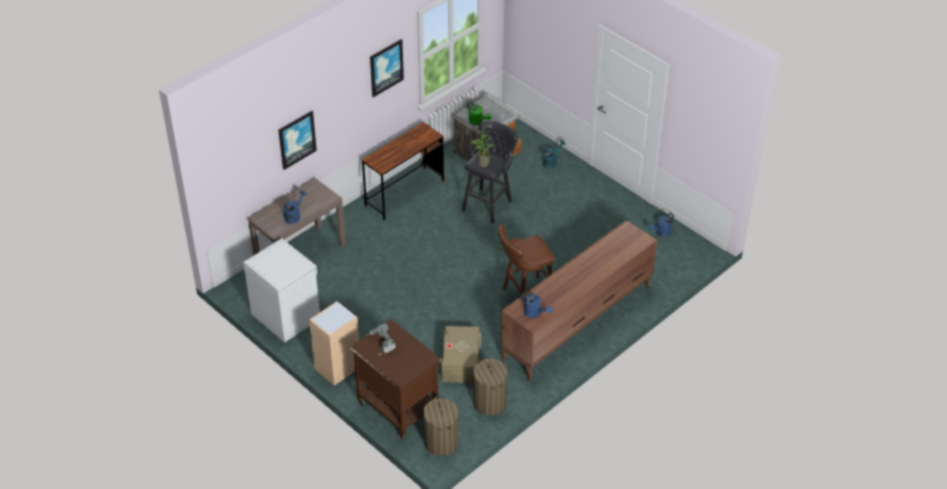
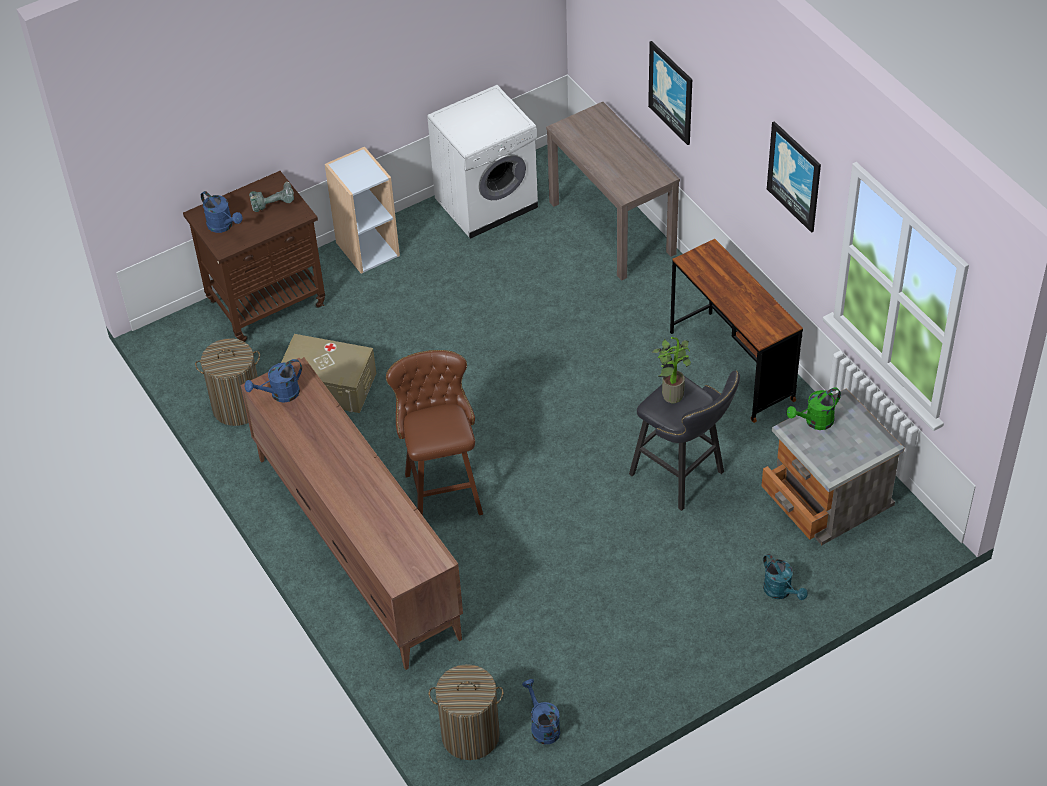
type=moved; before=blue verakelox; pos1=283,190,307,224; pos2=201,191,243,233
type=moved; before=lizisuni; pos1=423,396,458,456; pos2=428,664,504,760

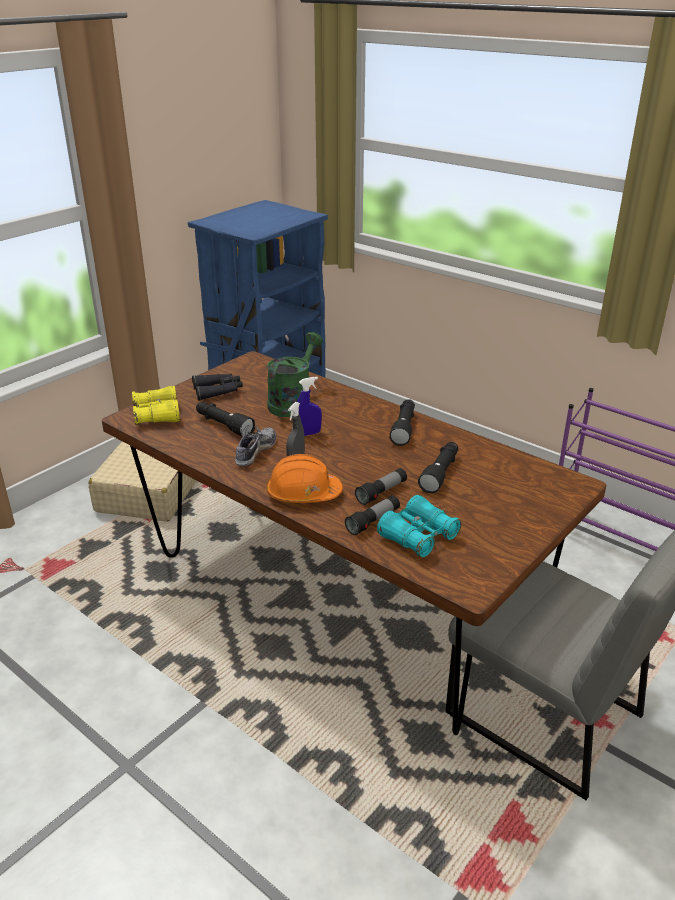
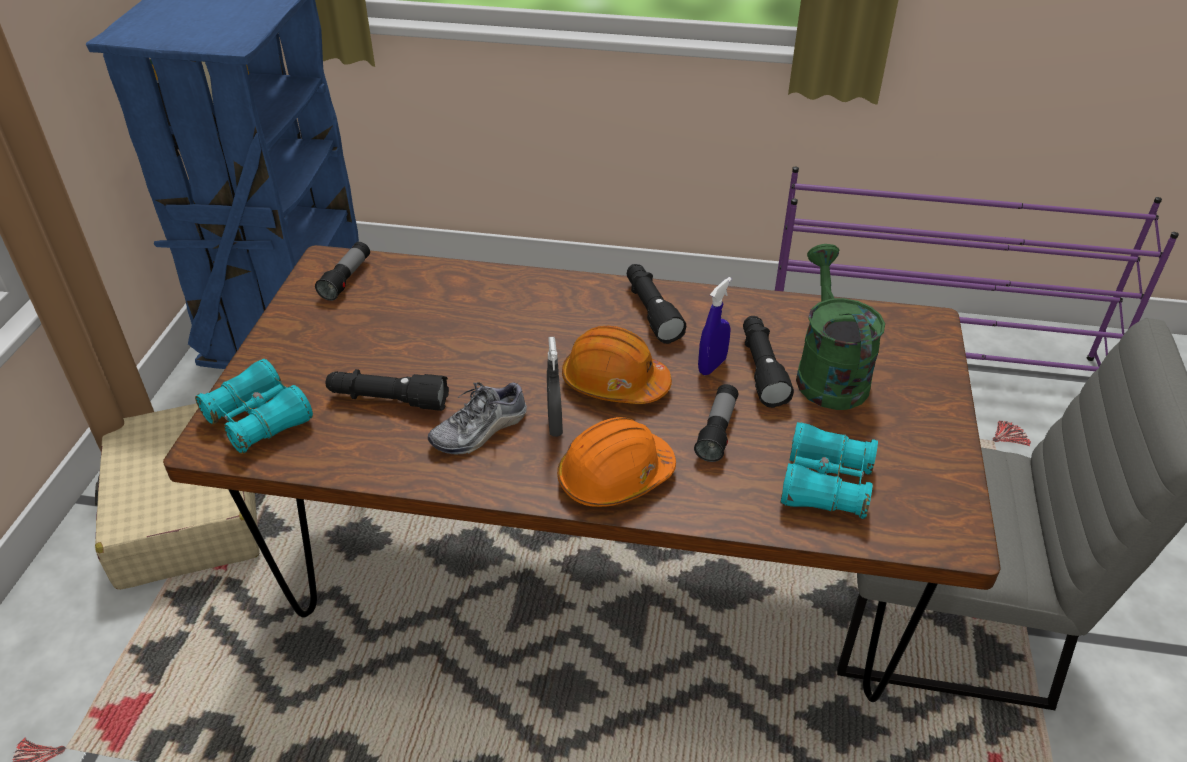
type=removed; before=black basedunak; pos1=192,374,243,400
type=added; after=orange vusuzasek; pos2=562,326,672,404
type=moved; before=green verakelox; pos1=267,332,323,417; pos2=796,244,885,410
type=moved; before=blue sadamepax; pos1=297,377,322,436; pos2=698,277,732,375
type=moved; before=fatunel; pos1=345,495,400,535; pos2=315,242,370,301
type=recoloured; before=yellow basedunak; after=turquoise basedunak; pos1=132,386,180,425; pos2=195,359,313,454
type=turned; before=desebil; pos1=235,425,276,467; pos2=428,382,527,455; turn=-120

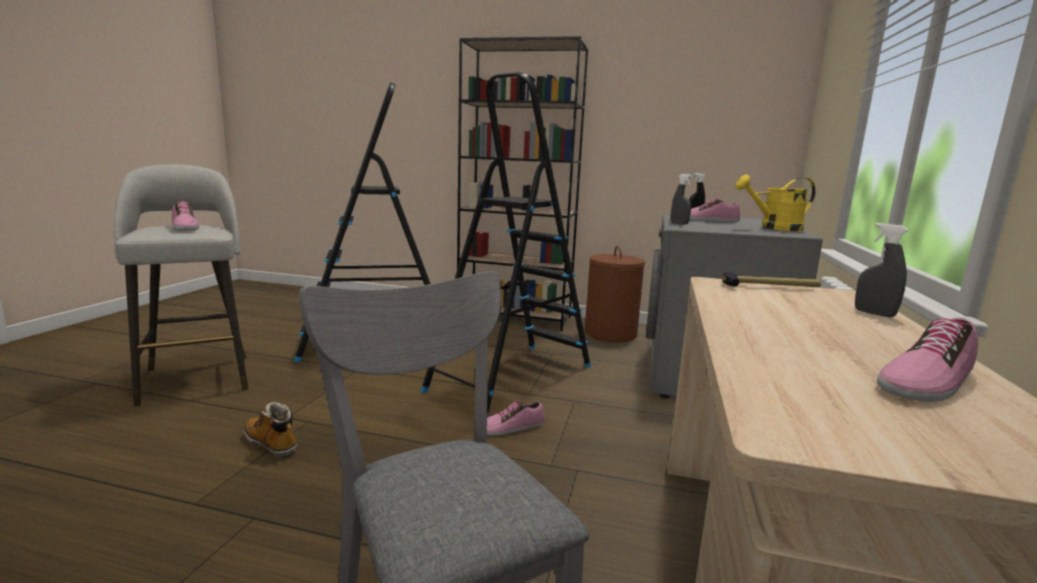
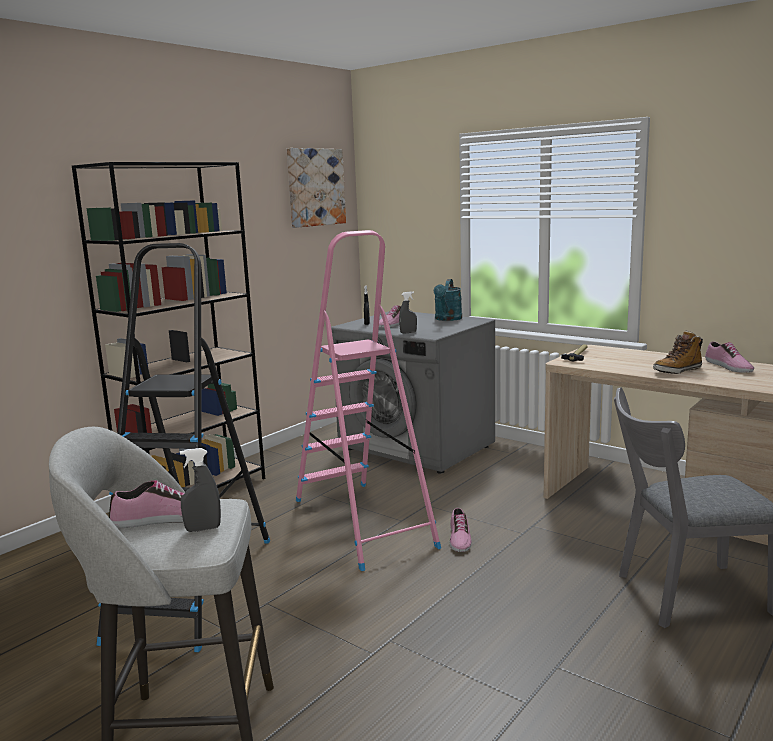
type=removed; before=brown lizisuni; pos1=585,246,645,342
type=added; after=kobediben; pos2=287,148,346,228
type=moved; before=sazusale; pos1=244,401,297,457; pos2=653,330,703,374
type=moved; before=grey sadamepax; pos1=855,223,909,317; pos2=180,448,221,532
type=recoloured; before=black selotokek; after=pink selotokek; pos1=421,72,591,418; pos2=296,230,441,571
type=recoloured; before=yellow verakelox; after=turquoise verakelox; pos1=735,175,816,231; pos2=434,279,462,321

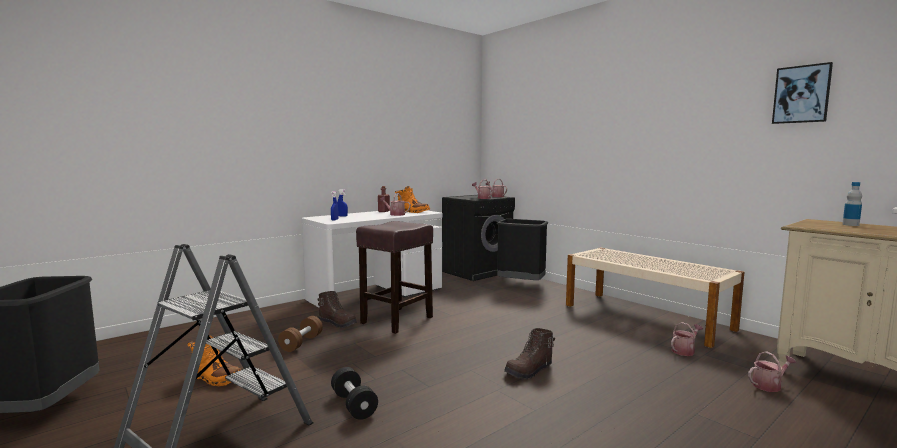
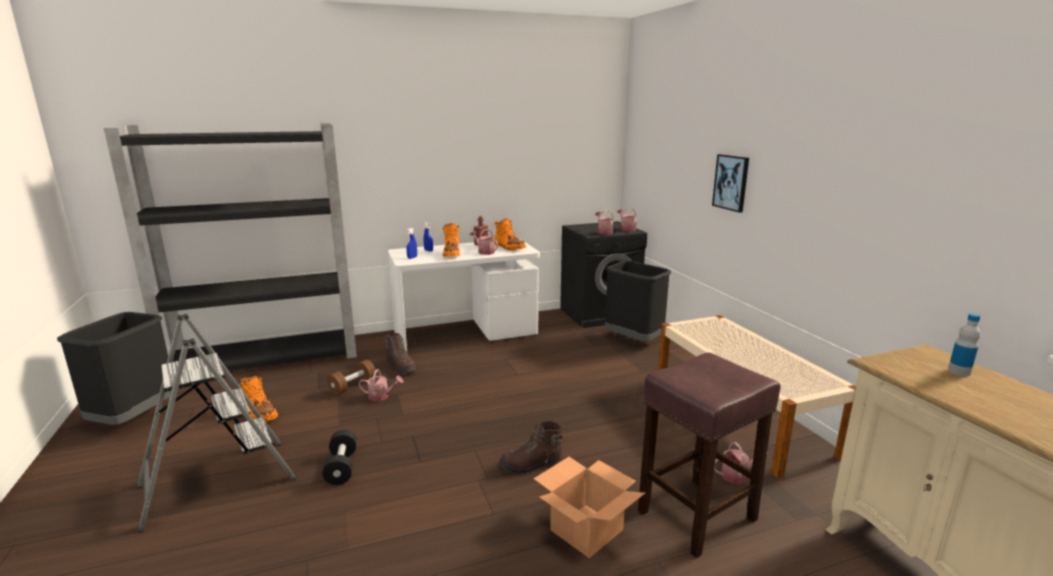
type=added; after=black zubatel; pos2=104,123,357,371
type=added; after=orange sazusale; pos2=442,223,460,258
type=added; after=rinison; pos2=534,457,645,558
type=moved; before=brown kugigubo; pos1=356,221,433,334; pos2=638,353,781,558
type=moved; before=verakelox; pos1=748,351,796,392; pos2=358,369,403,402
type=moved; before=kobediben; pos1=772,62,833,124; pos2=712,154,749,213

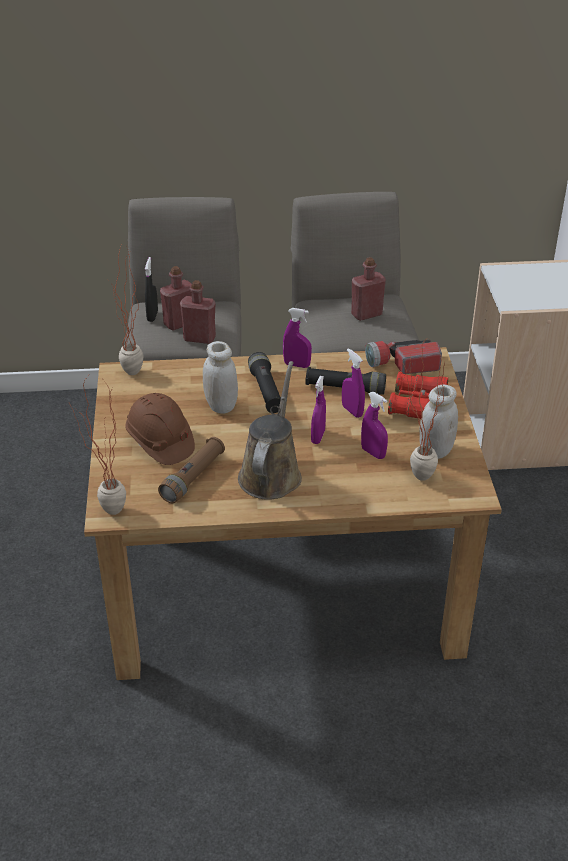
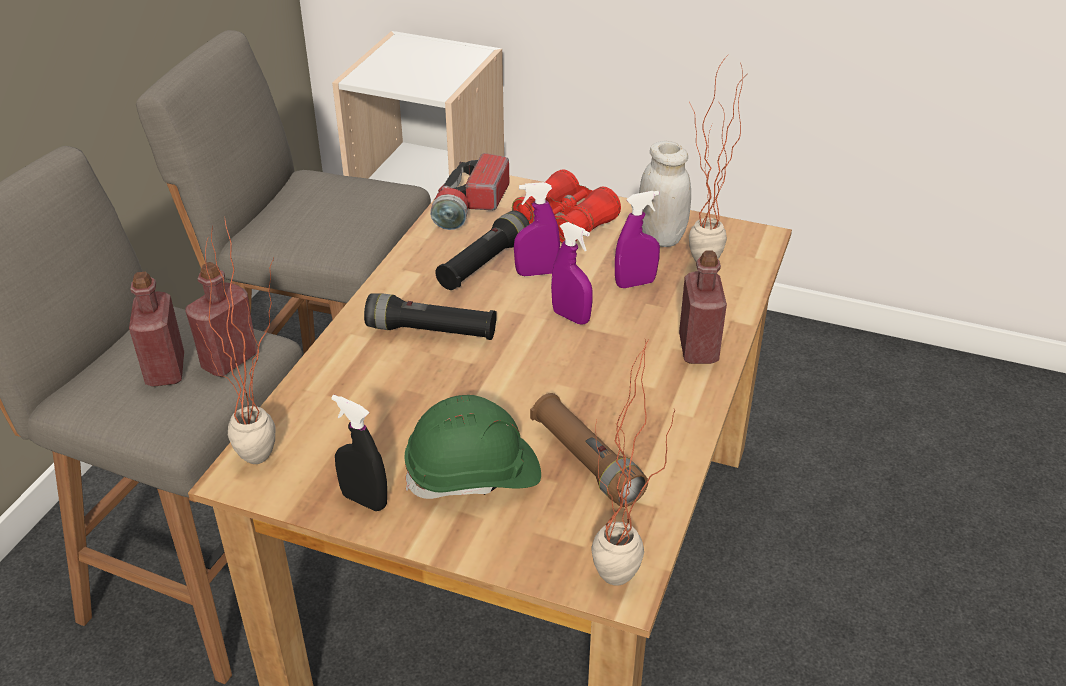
type=removed; before=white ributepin; pos1=203,341,238,414
type=removed; before=brown verakelox; pos1=238,361,302,500
type=removed; before=purple sadamepax; pos1=283,308,312,368
type=moved; before=black sadamepax; pos1=145,257,158,322; pos2=331,395,387,511
type=moved; before=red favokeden; pos1=351,257,386,321; pos2=679,250,727,364
type=recoloured; before=brown vusuzasek; after=green vusuzasek; pos1=125,393,195,465; pos2=405,395,541,499

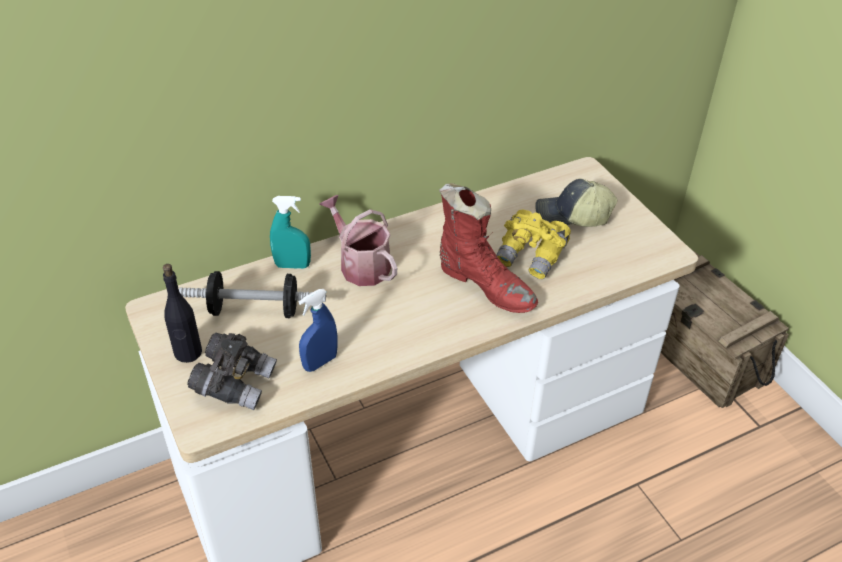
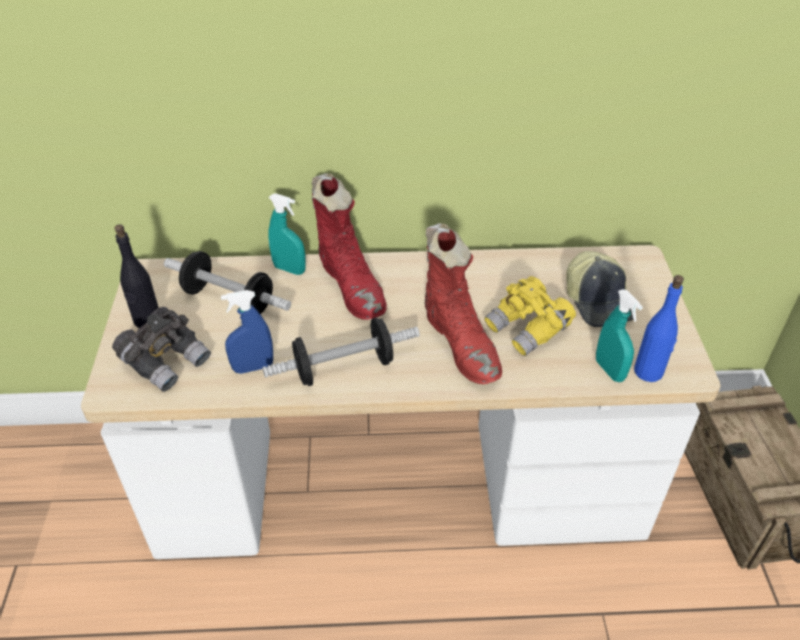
type=added; after=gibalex; pos2=262,318,420,386
type=added; after=turquoise sadamepax; pos2=596,289,643,382
type=added; after=blue favokeden; pos2=634,275,684,382
type=replaced; before=verakelox; after=red sazusale; pos1=319,195,397,286; pos2=312,173,387,320
type=turned; before=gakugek; pos1=535,178,618,227; pos2=566,251,633,327; turn=-135

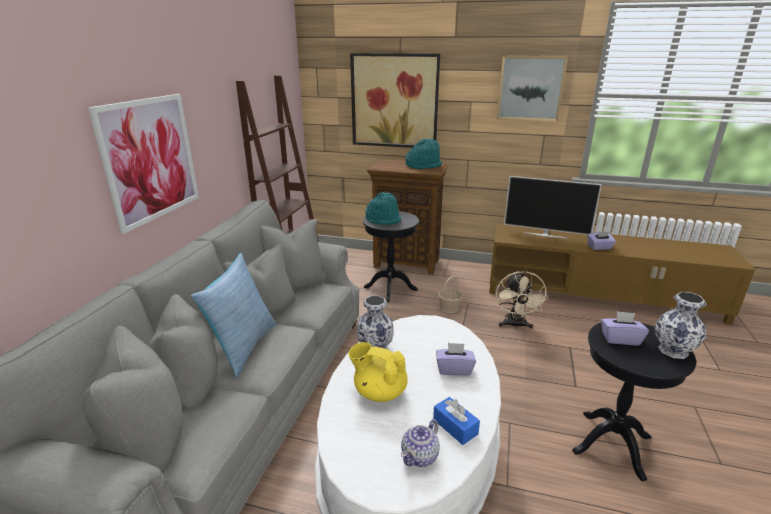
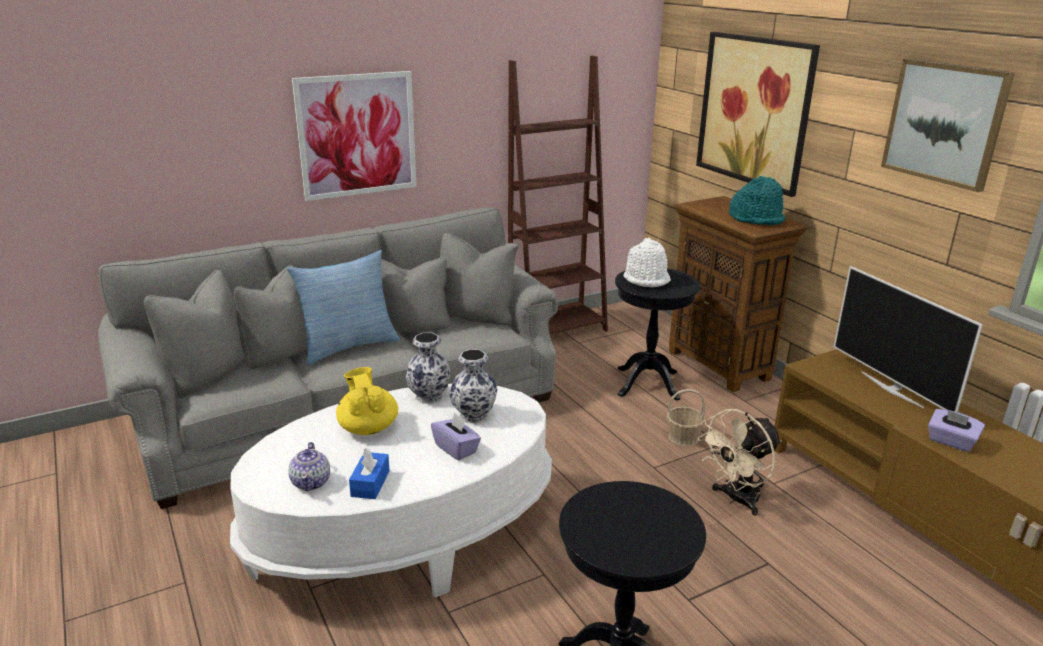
type=removed; before=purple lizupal; pos1=601,311,649,345
type=moved; before=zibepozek; pos1=655,292,707,359; pos2=450,349,498,423
type=recoloured; before=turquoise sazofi; after=white sazofi; pos1=365,192,401,225; pos2=623,238,671,288
type=turned; before=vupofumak; pos1=401,419,440,467; pos2=289,442,330,491; turn=-90

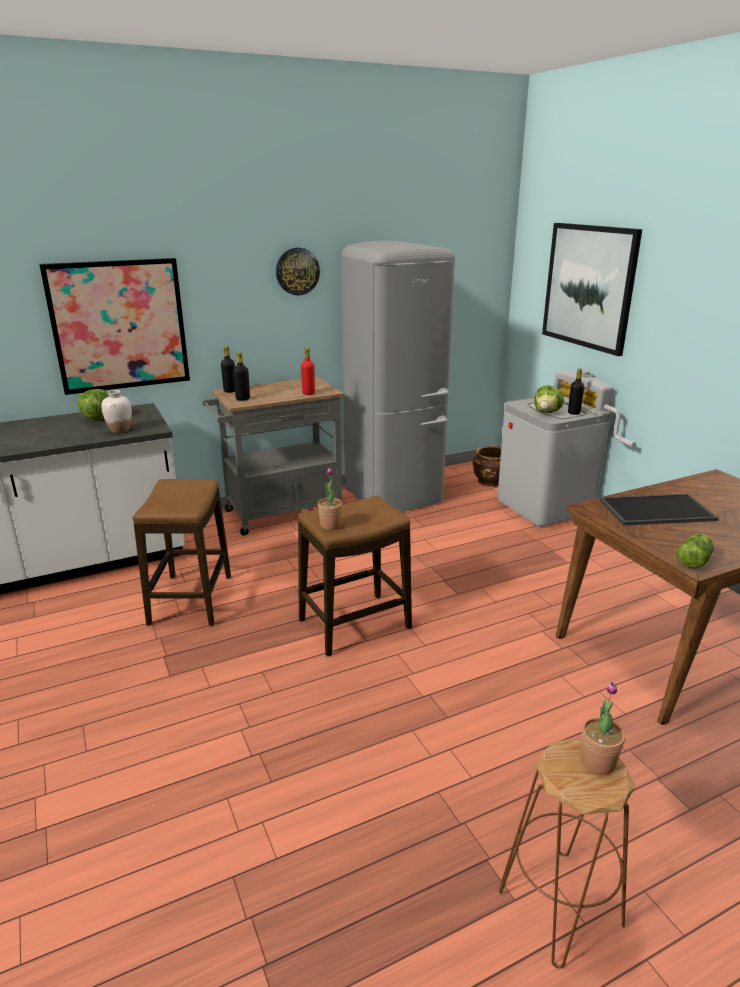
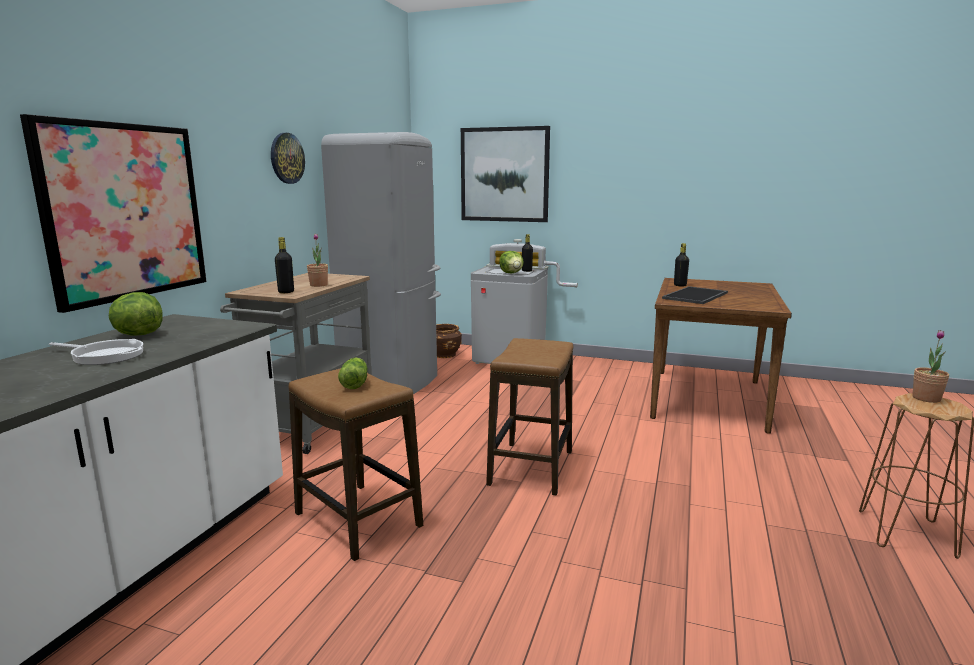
type=removed; before=white zibepozek; pos1=101,390,132,433
type=removed; before=red favokeden; pos1=301,348,315,395
type=added; after=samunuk; pos2=49,339,143,365
type=moved; before=black favokeden; pos1=221,346,235,393; pos2=674,243,689,286
type=moved; before=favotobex; pos1=318,468,343,530; pos2=307,233,328,287
type=moved; before=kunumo; pos1=677,534,714,569; pos2=338,357,368,389

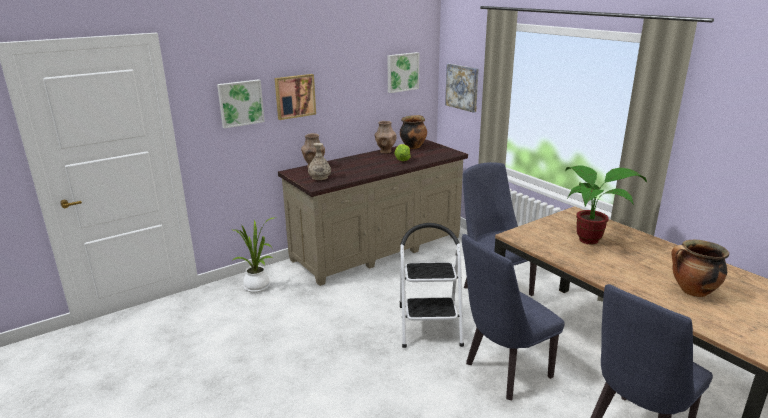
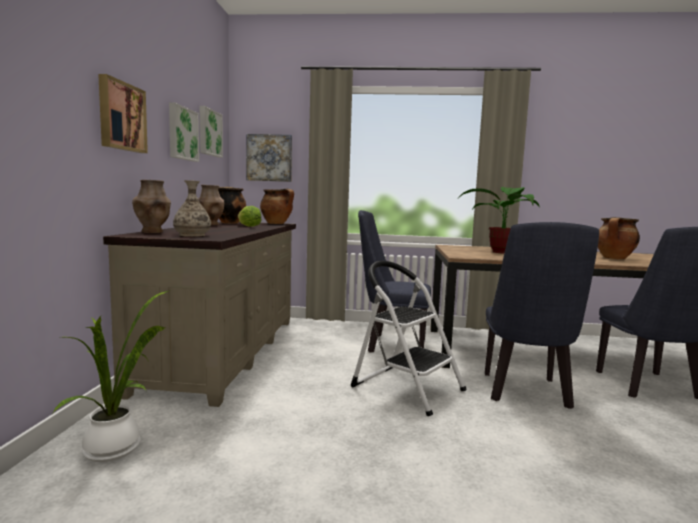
type=added; after=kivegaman; pos2=260,189,294,224
type=moved; before=kobediben; pos1=217,79,265,128; pos2=169,103,199,162

